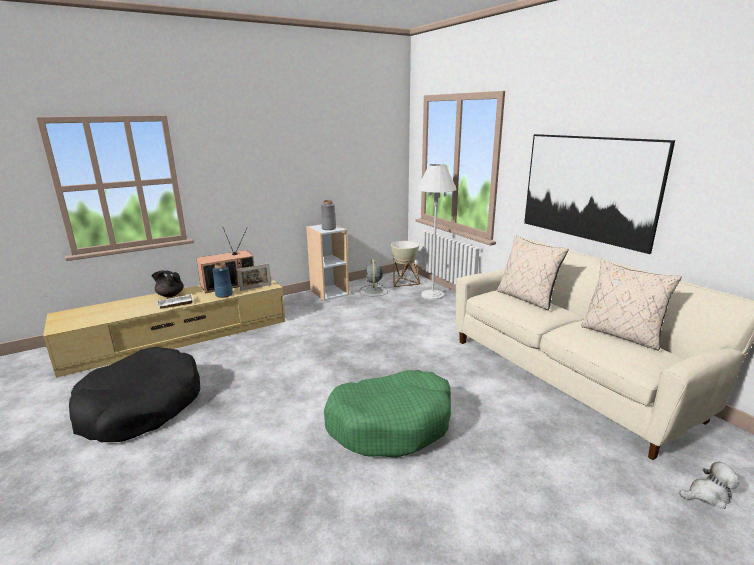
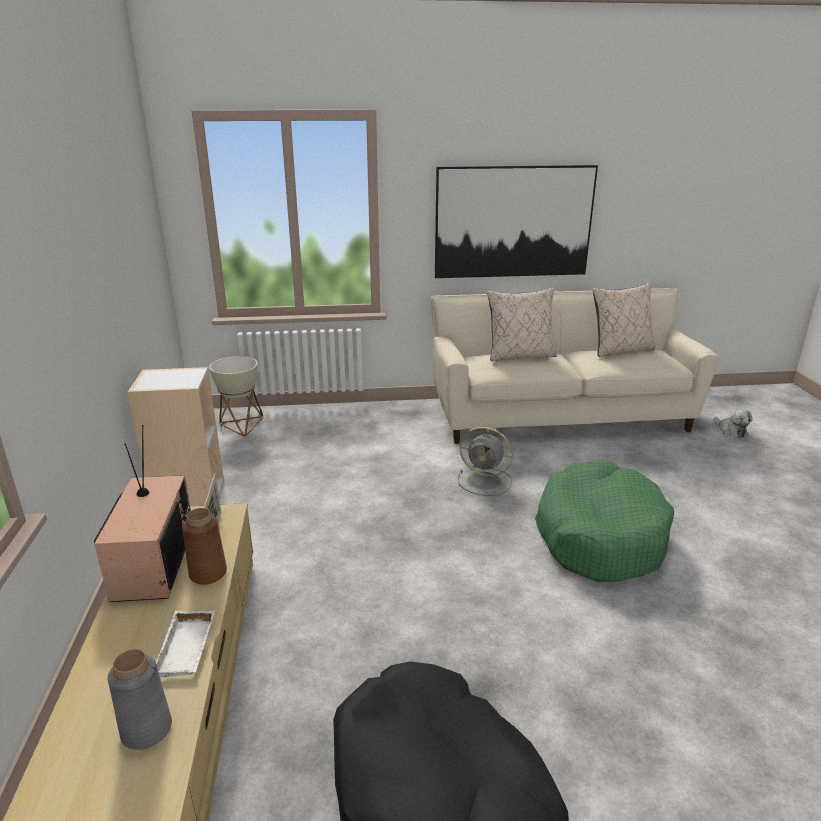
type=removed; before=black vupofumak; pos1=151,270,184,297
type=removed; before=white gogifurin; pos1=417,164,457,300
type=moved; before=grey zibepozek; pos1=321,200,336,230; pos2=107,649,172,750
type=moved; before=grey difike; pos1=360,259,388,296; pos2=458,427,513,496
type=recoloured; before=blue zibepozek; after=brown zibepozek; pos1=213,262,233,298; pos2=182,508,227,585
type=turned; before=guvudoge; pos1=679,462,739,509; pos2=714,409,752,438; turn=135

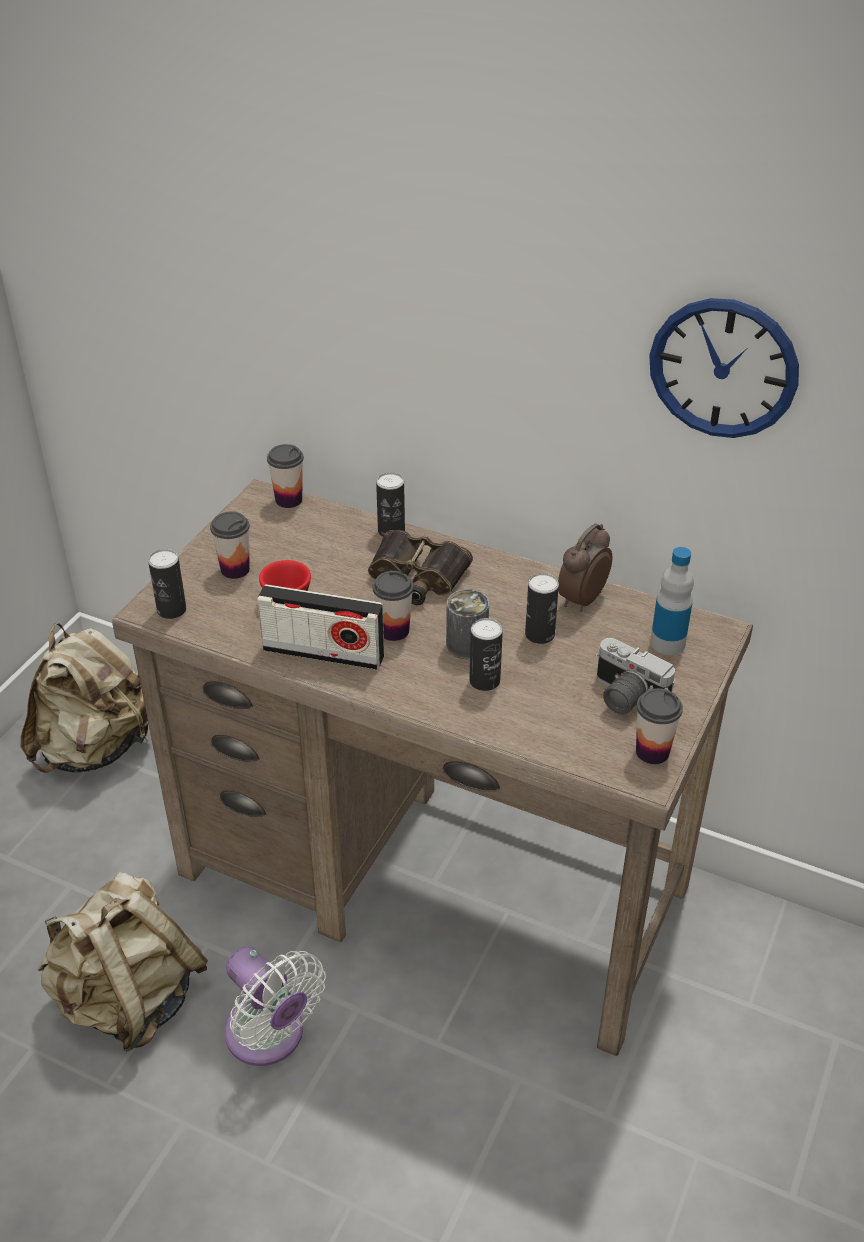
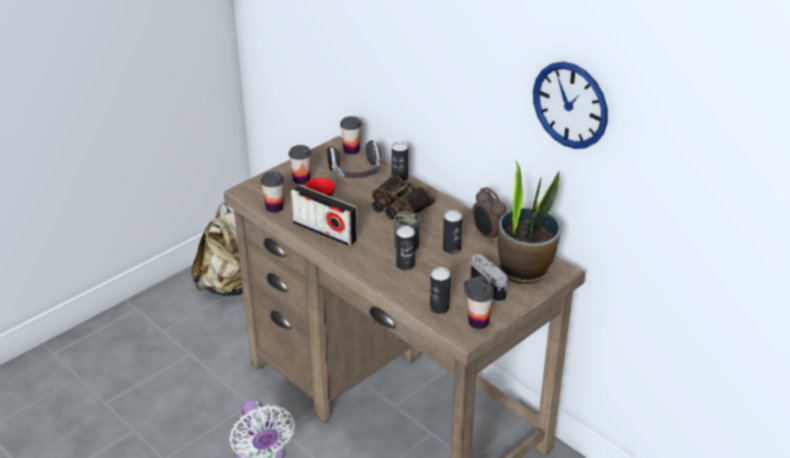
type=removed; before=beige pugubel; pos1=38,872,208,1051
type=added; after=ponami; pos2=327,140,381,178
type=moved; before=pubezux; pos1=148,549,186,619; pos2=430,267,451,314
type=moved; before=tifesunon; pos1=372,571,414,641; pos2=260,172,284,213
type=replaced; before=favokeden; after=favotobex; pos1=650,547,694,655; pos2=498,161,561,284
type=turned; before=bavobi; pos1=558,523,612,612; pos2=472,187,506,244; turn=-90

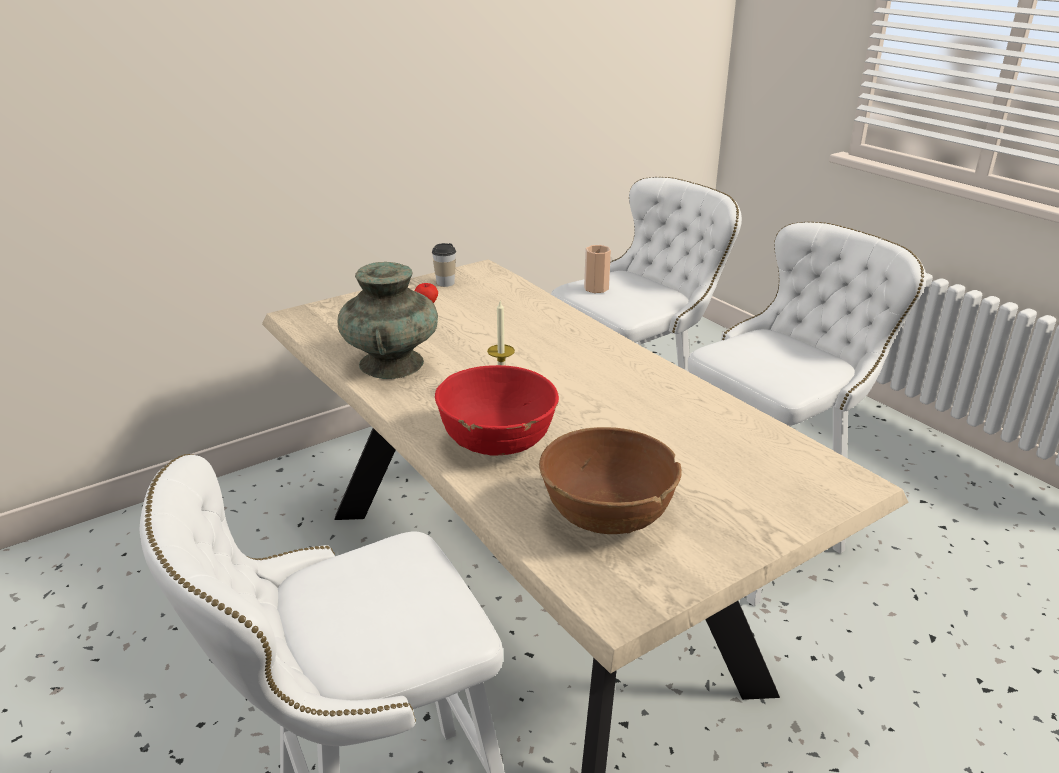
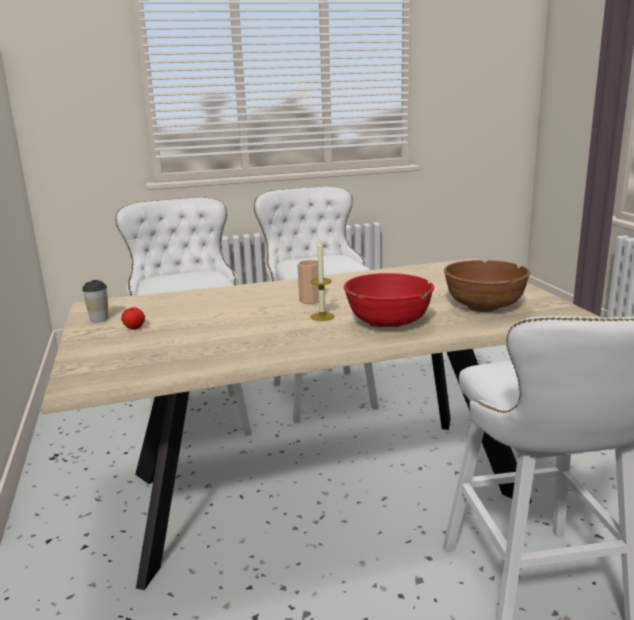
type=removed; before=turquoise zibepozek; pos1=338,262,438,379
type=moved; before=tifesunon; pos1=584,245,611,293; pos2=297,260,319,304

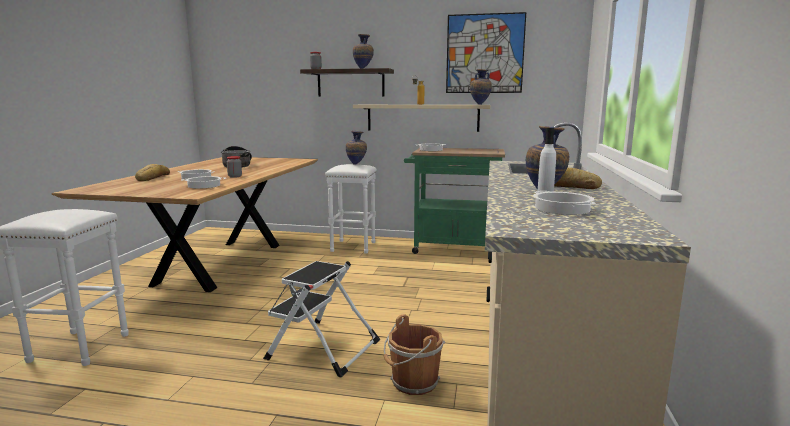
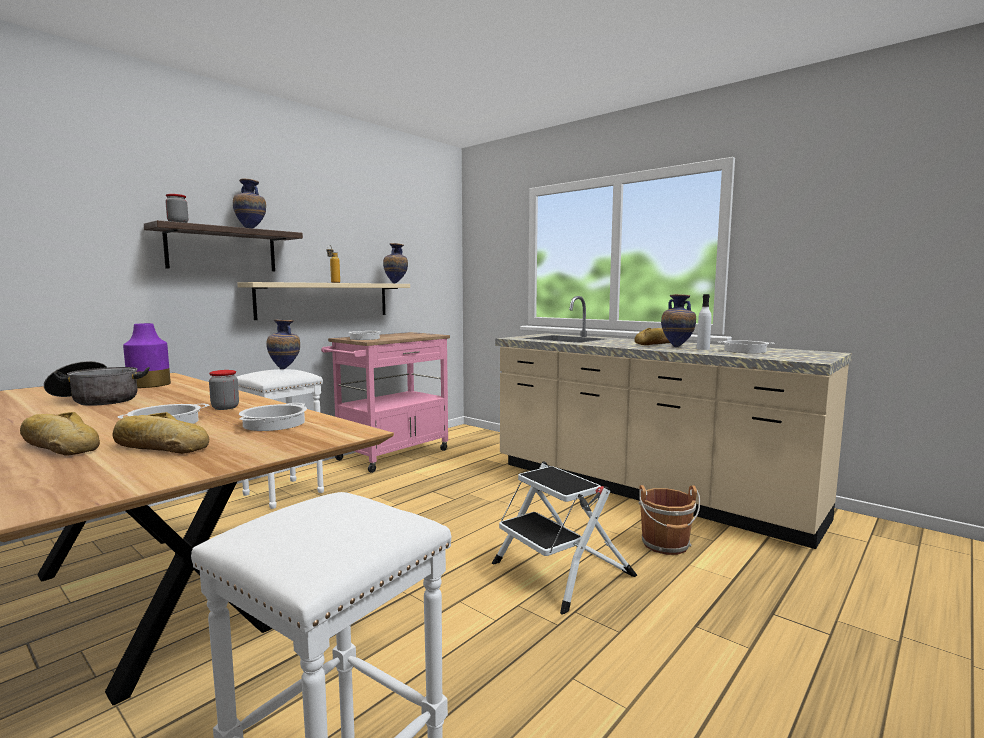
type=removed; before=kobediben; pos1=446,12,526,93
type=added; after=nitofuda; pos2=113,412,209,454
type=added; after=purple zibepozek; pos2=123,323,171,388
type=recoloured; before=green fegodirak; after=pink fegodirak; pos1=404,148,505,254; pos2=321,332,450,473

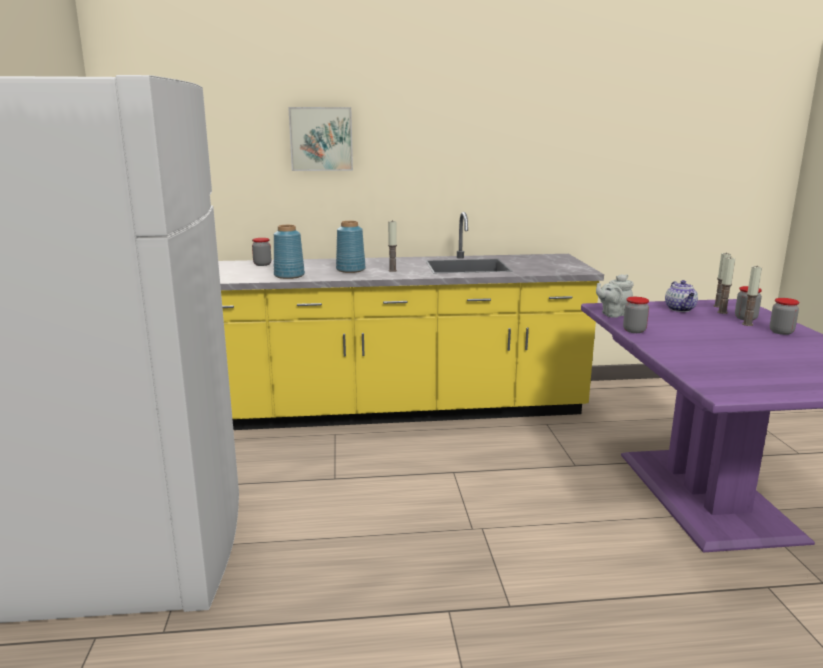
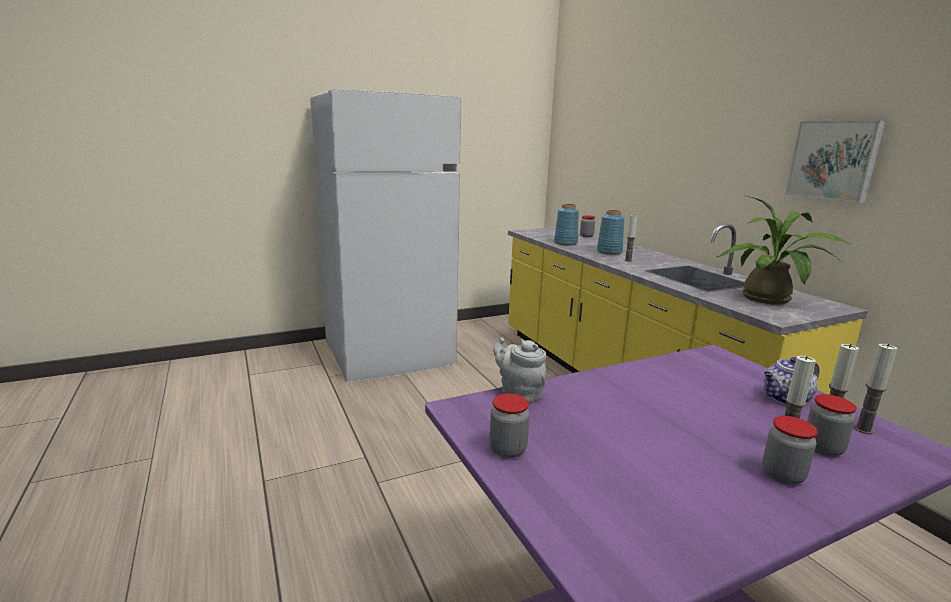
type=added; after=favotobex; pos2=717,195,850,305
type=moved; before=kobediben; pos1=288,107,353,171; pos2=785,121,886,203
type=moved; before=grey vupofumak; pos1=596,274,634,318; pos2=493,337,546,402
type=moved; before=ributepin; pos1=623,297,649,333; pos2=490,394,530,458

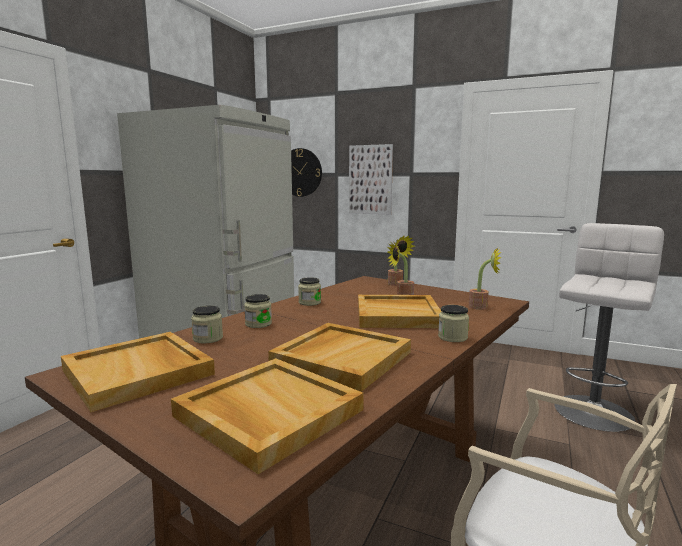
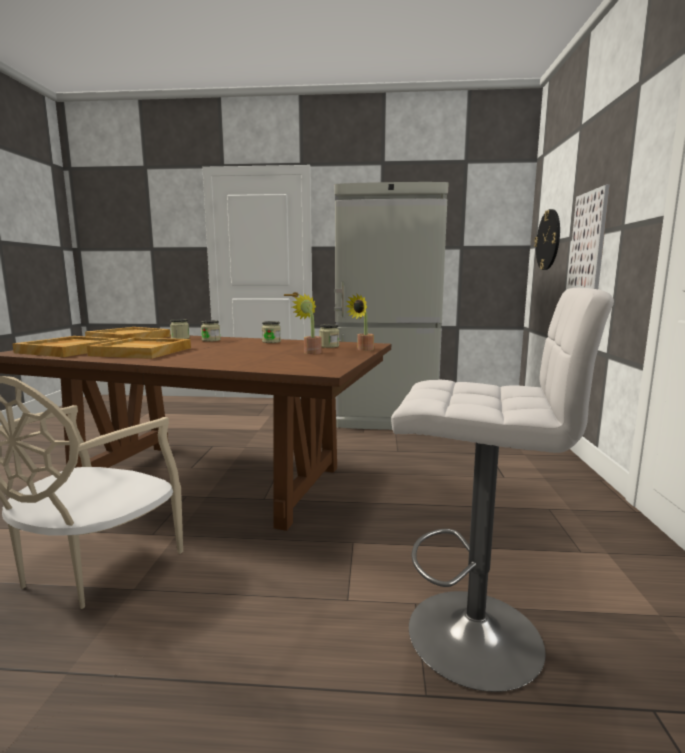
type=removed; before=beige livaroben; pos1=358,295,442,328
type=removed; before=favotobex; pos1=469,246,501,310
type=moved; before=ributepin; pos1=438,305,469,342; pos2=319,324,339,348

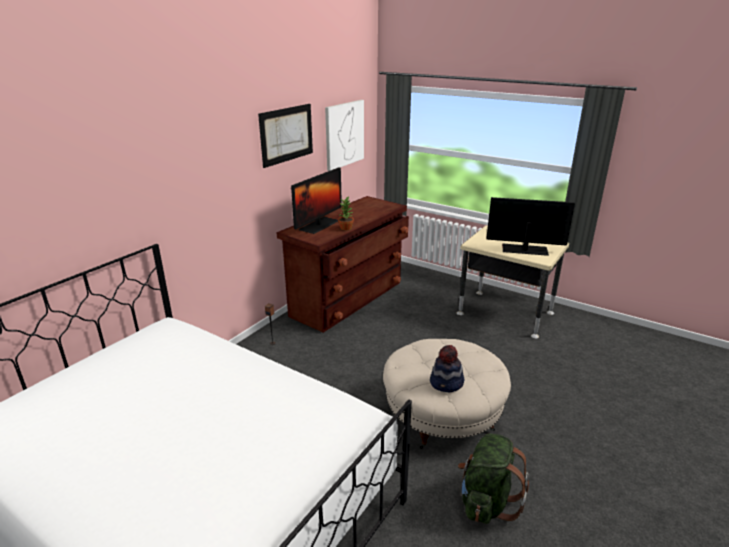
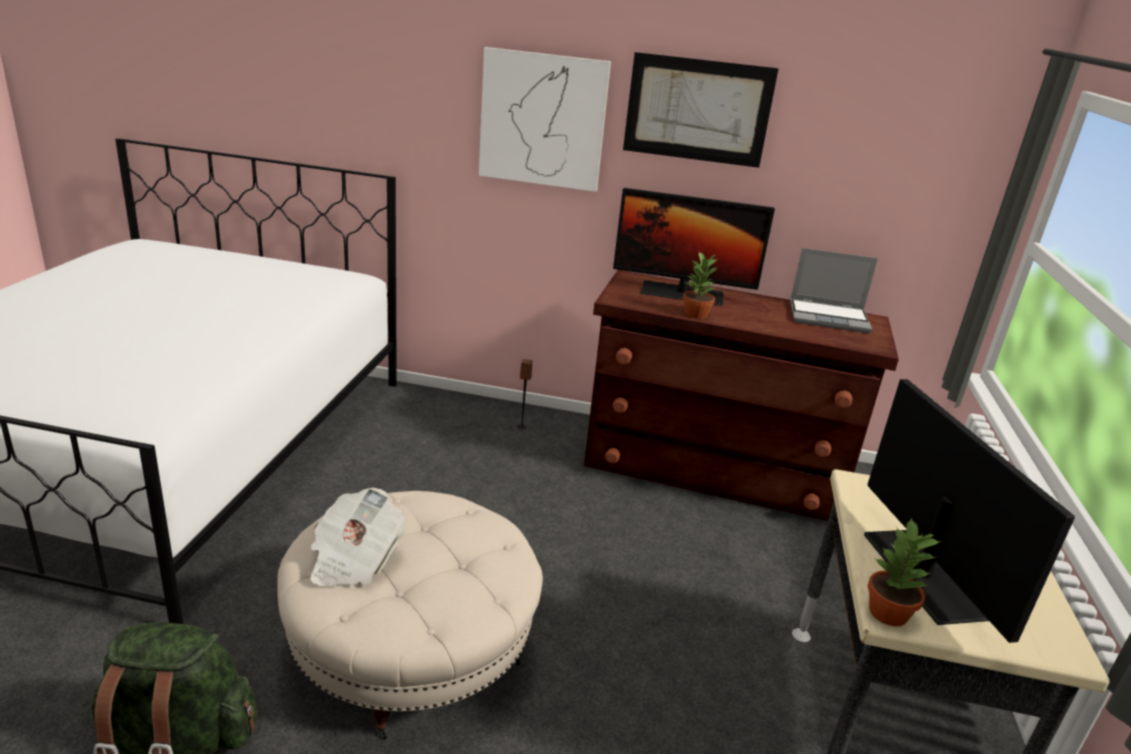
type=added; after=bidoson; pos2=790,248,878,333
type=added; after=favotobex; pos2=868,517,941,626
type=moved; before=kobediben; pos1=325,100,364,171; pos2=479,47,611,192
type=replaced; before=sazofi; after=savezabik; pos1=430,345,465,392; pos2=310,488,405,586

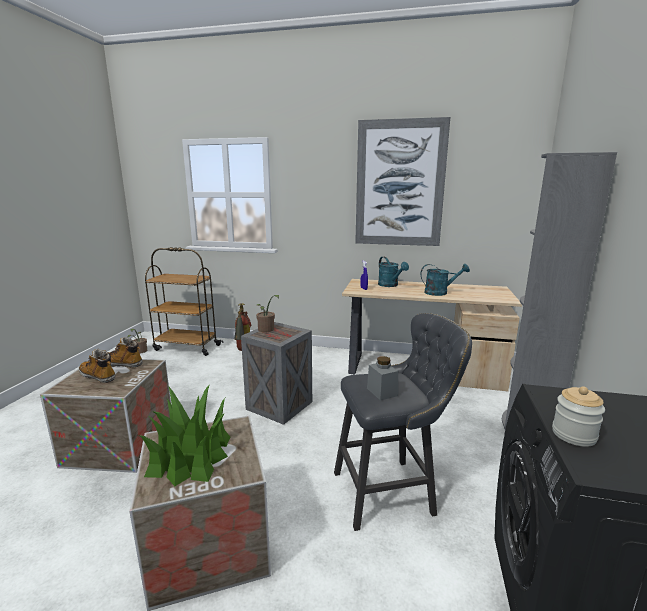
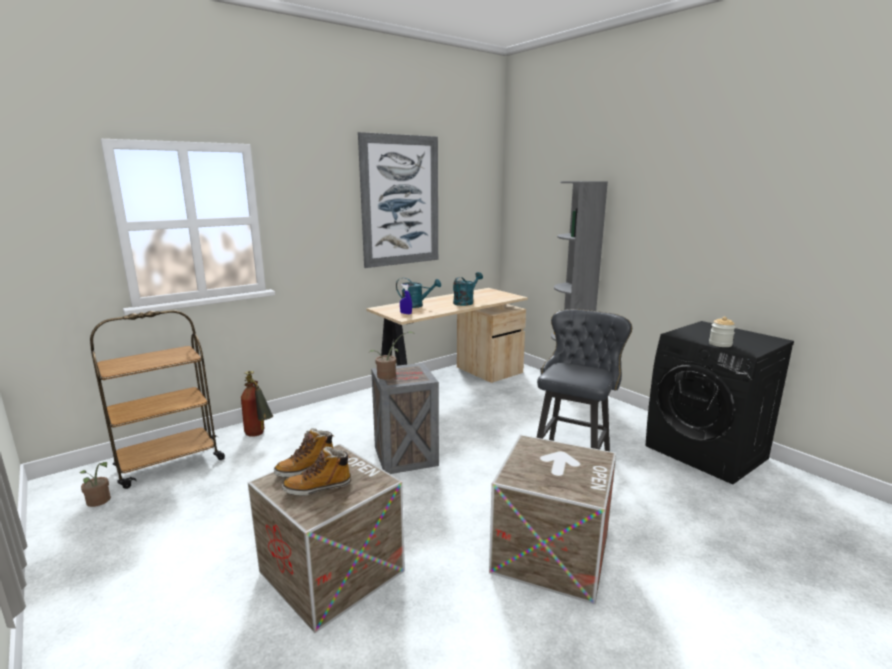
type=removed; before=favotobex; pos1=139,384,230,486
type=removed; before=grey ributepin; pos1=367,356,398,401

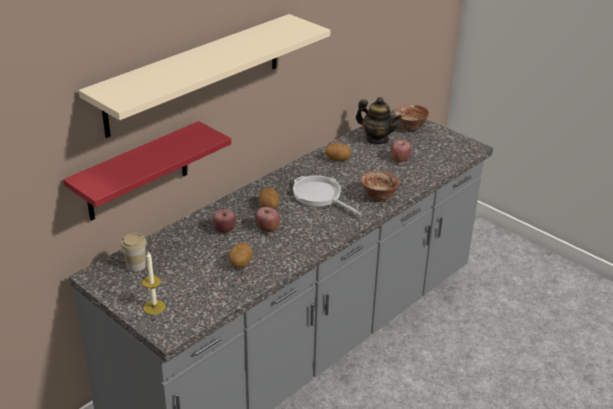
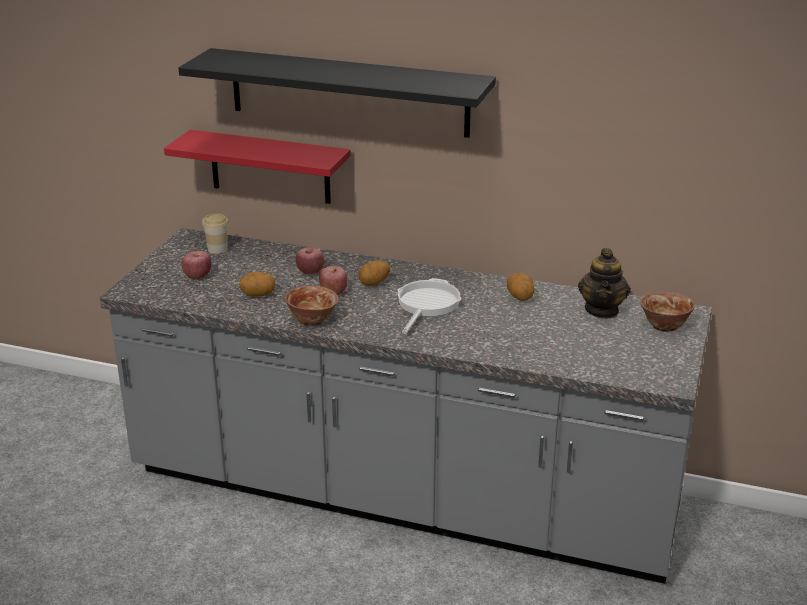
type=removed; before=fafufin; pos1=142,251,166,315
type=moved; before=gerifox; pos1=361,171,401,202; pos2=285,286,339,326
type=moved; before=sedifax; pos1=390,140,412,162; pos2=182,251,211,279
type=recoloured; before=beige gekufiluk; after=black gekufiluk; pos1=78,14,330,138; pos2=178,48,496,138

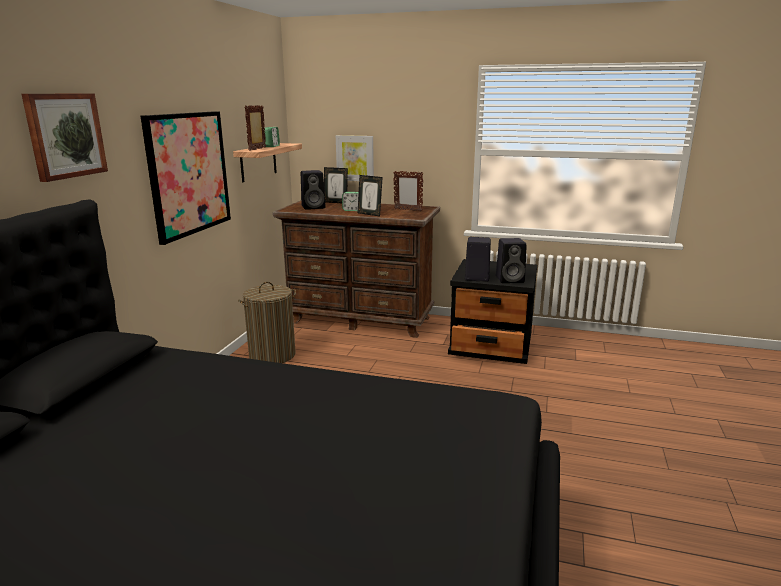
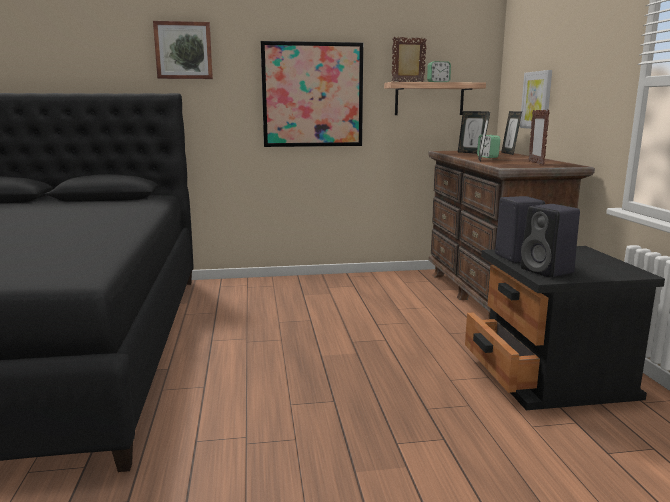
type=removed; before=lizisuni; pos1=238,282,296,363
type=replaced; before=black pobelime; after=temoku; pos1=301,170,326,210; pos2=458,111,489,154

